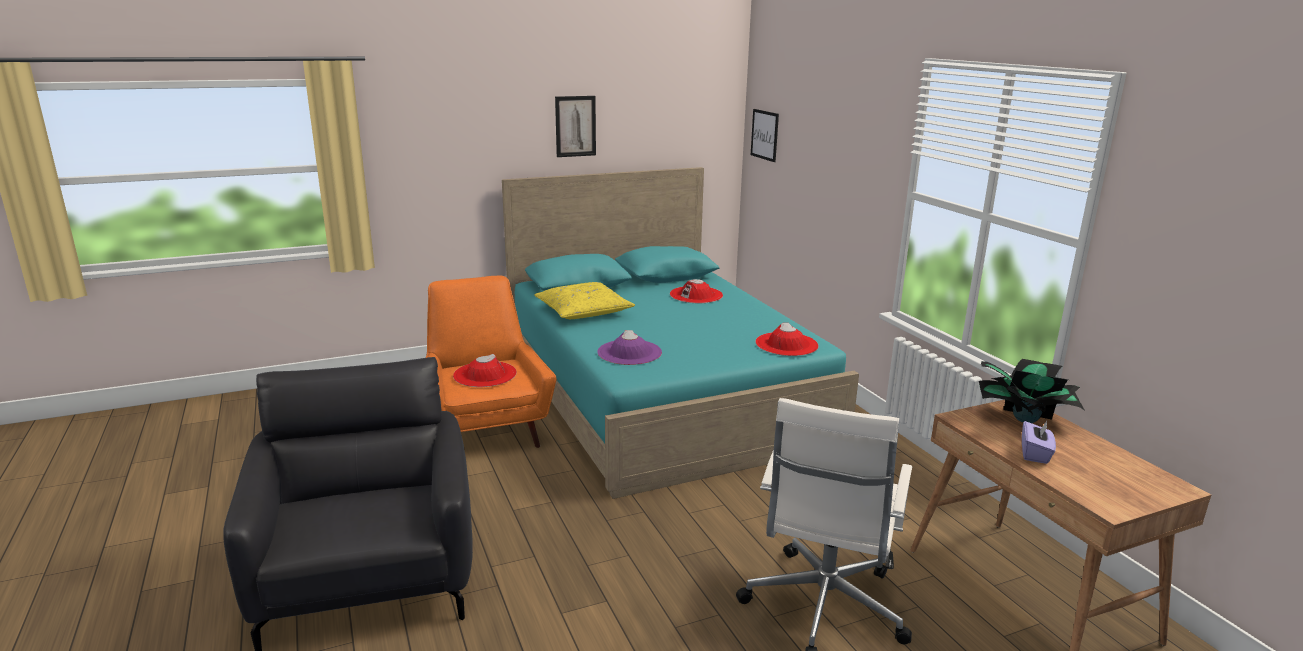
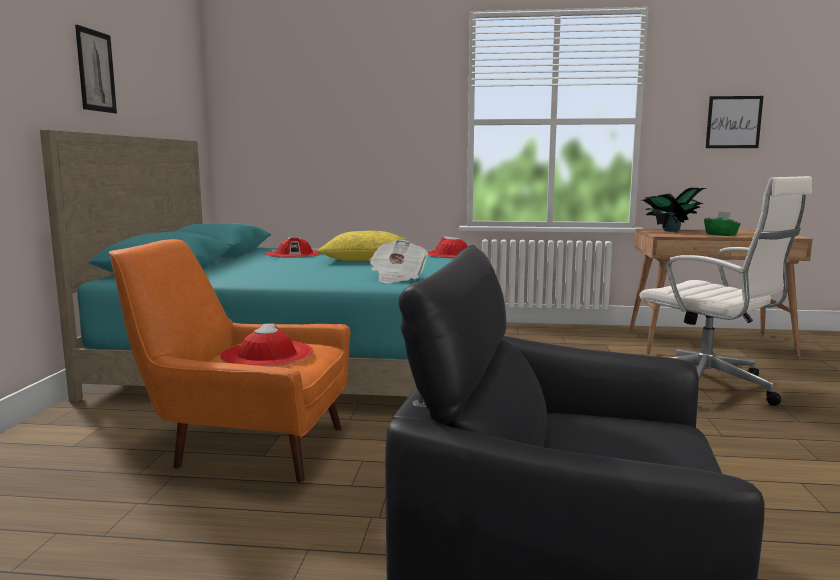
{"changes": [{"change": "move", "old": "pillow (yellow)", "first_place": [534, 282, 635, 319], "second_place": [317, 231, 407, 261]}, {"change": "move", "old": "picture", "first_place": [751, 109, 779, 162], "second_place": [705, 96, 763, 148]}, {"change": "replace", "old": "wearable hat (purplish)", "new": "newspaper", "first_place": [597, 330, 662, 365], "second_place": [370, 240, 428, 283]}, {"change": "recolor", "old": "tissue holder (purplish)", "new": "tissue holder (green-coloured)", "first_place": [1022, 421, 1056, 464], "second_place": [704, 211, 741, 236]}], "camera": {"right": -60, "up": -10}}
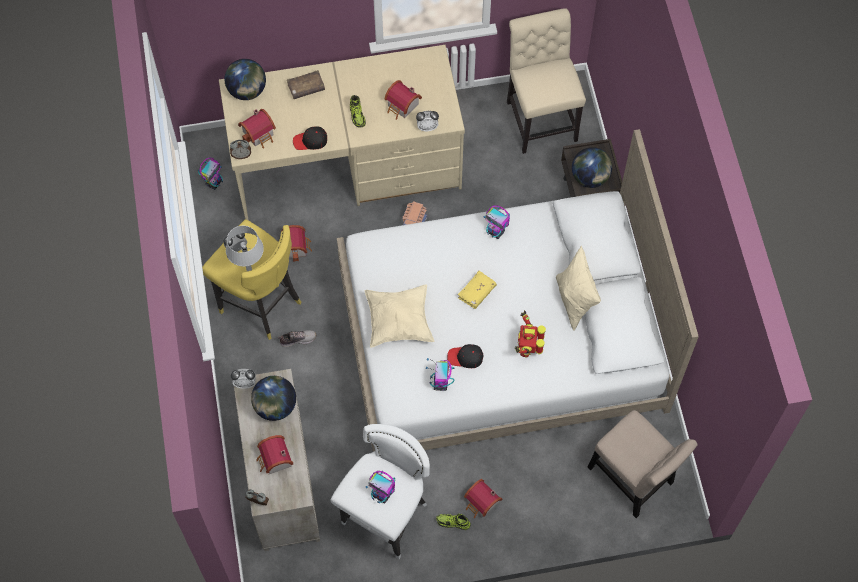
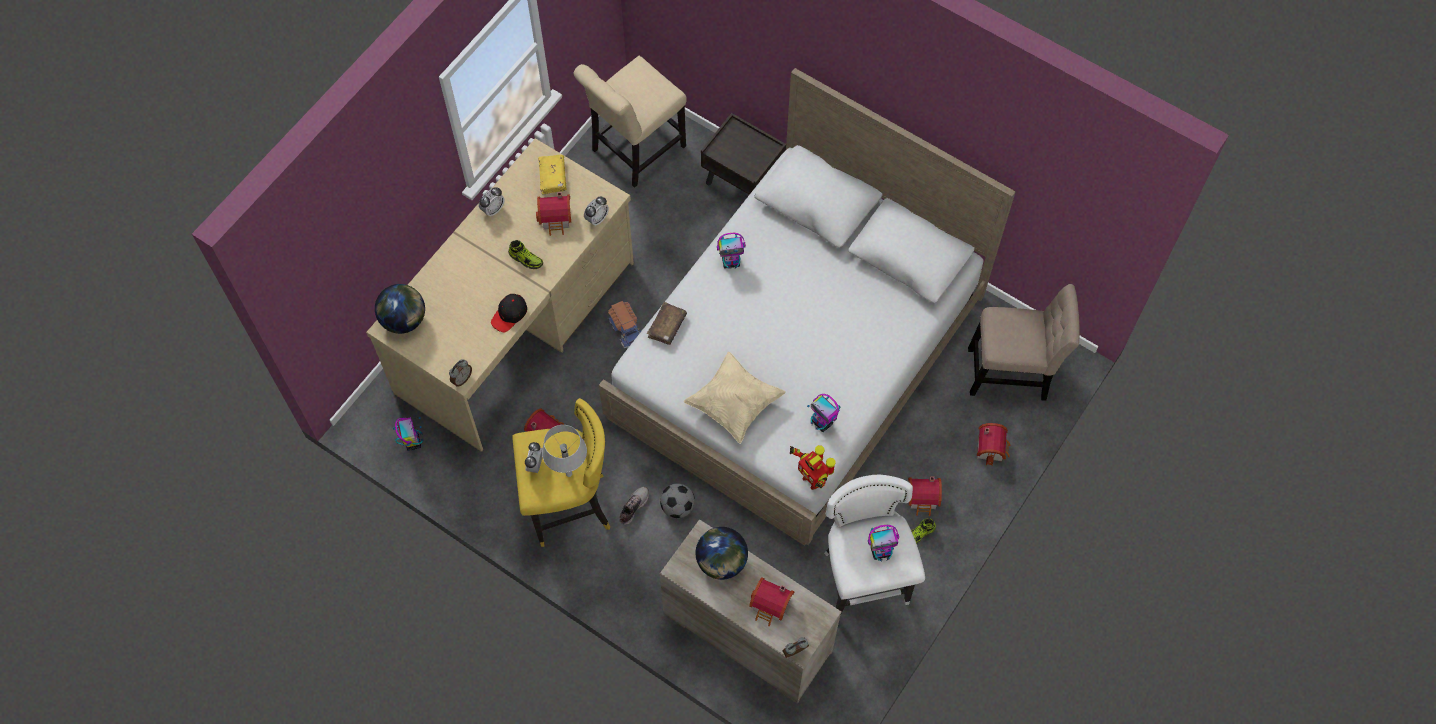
{"changes": [{"change": "delete", "old": "baseball cap (black-coloured)", "first_place": [447, 344, 483, 368]}, {"change": "delete", "old": "pillow (beige)", "first_place": [556, 246, 601, 331]}, {"change": "delete", "old": "globe", "first_place": [572, 147, 612, 188]}, {"change": "insert", "new": "ball for football", "second_place": [660, 483, 695, 518]}, {"change": "move", "old": "bedside clock", "first_place": [231, 369, 256, 389], "second_place": [479, 187, 505, 217]}, {"change": "move", "old": "model house", "first_place": [238, 109, 276, 148], "second_place": [977, 423, 1010, 466]}, {"change": "move", "old": "bound book (brown-coloured)", "first_place": [287, 70, 325, 99], "second_place": [647, 302, 687, 345]}, {"change": "move", "old": "bound book (yellow)", "first_place": [458, 271, 497, 309], "second_place": [538, 155, 567, 195]}, {"change": "move", "old": "model robot", "first_place": [515, 310, 546, 358], "second_place": [790, 445, 836, 490]}, {"change": "rotate", "old": "plain chair (beige)", "first_place": [507, 8, 586, 154], "second_place": [573, 56, 687, 188], "degrees": -75}], "camera": {"right": -45, "up": 0}}
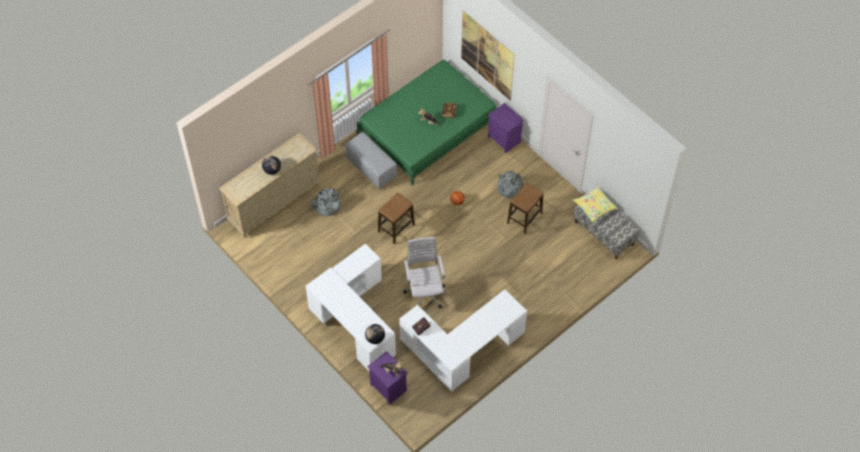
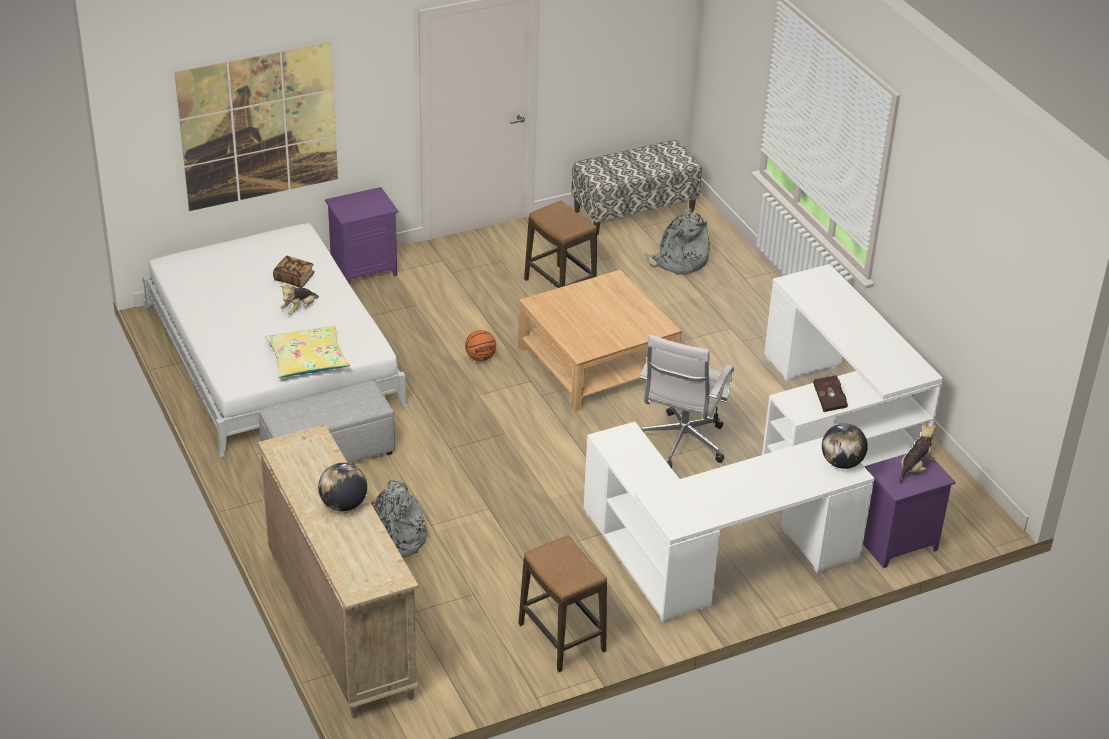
{"changes": [{"change": "insert", "new": "low table (beige)", "second_place": [518, 270, 681, 412]}, {"change": "move", "old": "stool", "first_place": [378, 192, 415, 244], "second_place": [518, 535, 607, 672]}, {"change": "move", "old": "backpack (grey)", "first_place": [497, 171, 524, 198], "second_place": [644, 208, 710, 274]}, {"change": "move", "old": "pillow (yellow)", "first_place": [573, 186, 618, 223], "second_place": [265, 325, 350, 378]}, {"change": "recolor", "old": "sleeping bed (green-coloured)", "new": "sleeping bed (whitish)", "first_place": [356, 60, 496, 186], "second_place": [143, 223, 409, 457]}, {"change": "rotate", "old": "computer chair (whitish)", "first_place": [403, 237, 445, 308], "second_place": [640, 334, 734, 468], "degrees": -75}], "camera": {"right": -75, "up": -20}}
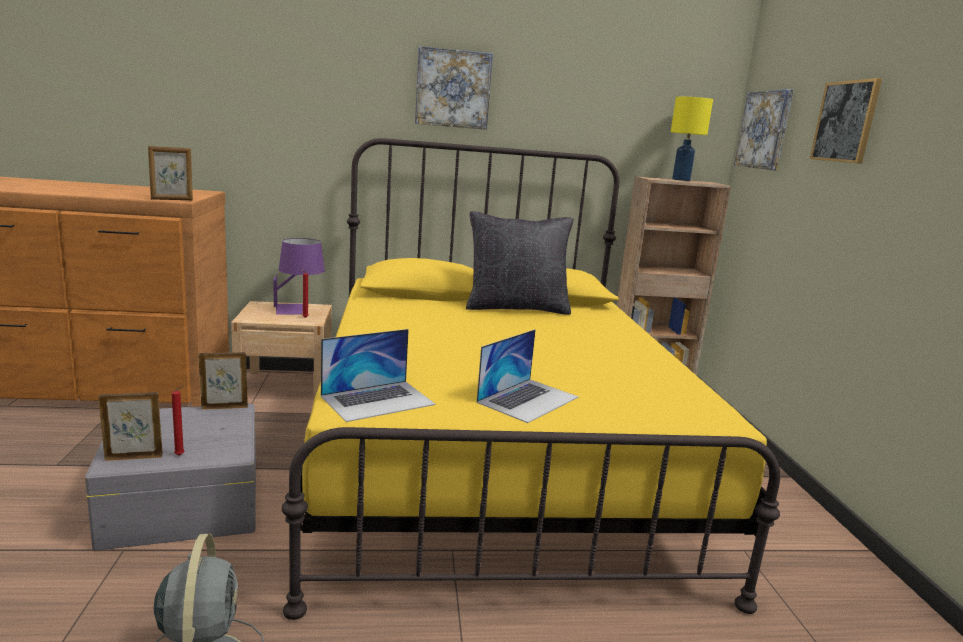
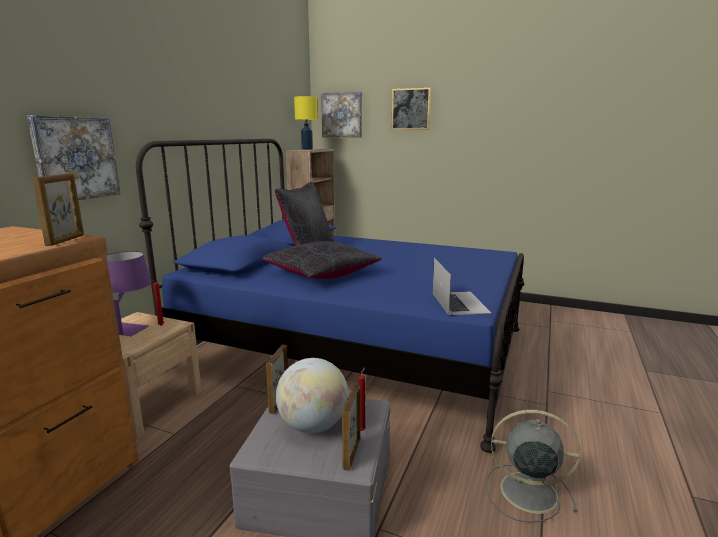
{"changes": [{"change": "delete", "old": "portable computer", "first_place": [476, 329, 579, 423]}, {"change": "insert", "new": "pillow (black-coloured)", "second_place": [261, 241, 382, 279]}, {"change": "insert", "new": "globe", "second_place": [276, 358, 348, 433]}, {"change": "move", "old": "picture", "first_place": [415, 46, 493, 130], "second_place": [27, 115, 120, 200]}, {"change": "recolor", "old": "sleeping bed (yellow)", "new": "sleeping bed (blue)", "first_place": [282, 138, 780, 620], "second_place": [136, 139, 524, 453]}], "camera": {"right": -60, "up": 0}}
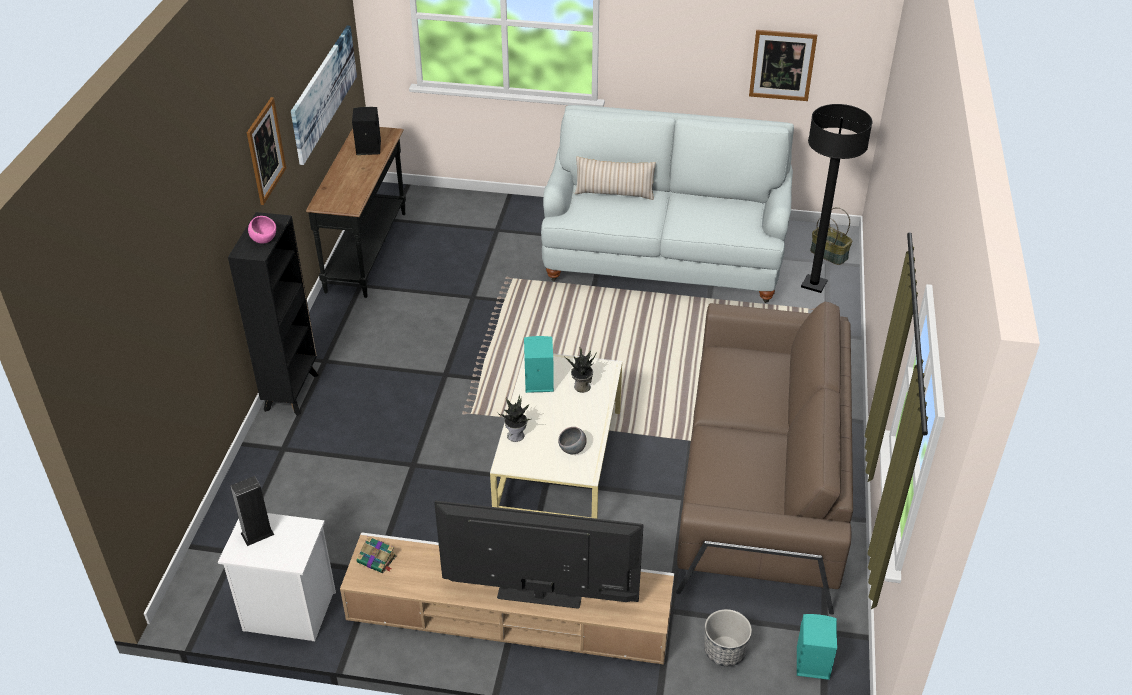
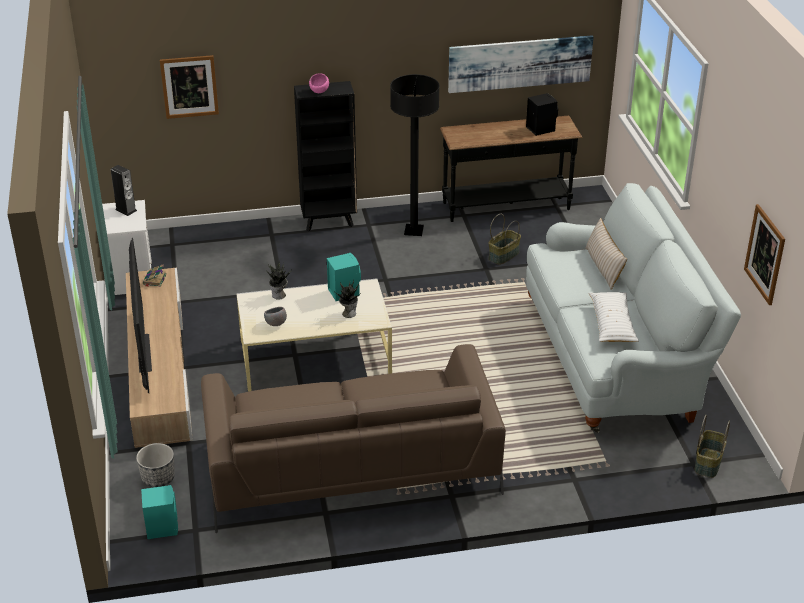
{"changes": [{"change": "insert", "new": "household basket", "second_place": [489, 214, 521, 265]}, {"change": "insert", "new": "pillow (whitish)", "second_place": [589, 292, 639, 342]}, {"change": "move", "old": "picture", "first_place": [247, 97, 286, 205], "second_place": [160, 55, 219, 119]}, {"change": "move", "old": "standard lamp (black-coloured)", "first_place": [801, 104, 873, 293], "second_place": [390, 74, 440, 236]}], "camera": {"right": 70, "up": -5}}
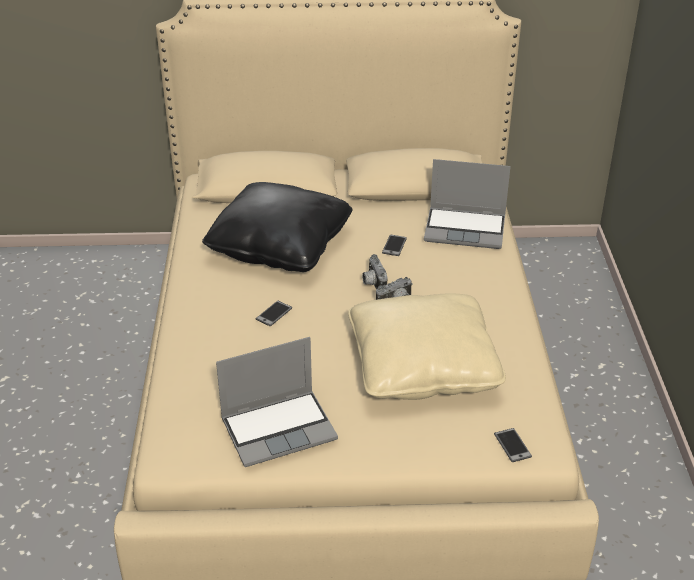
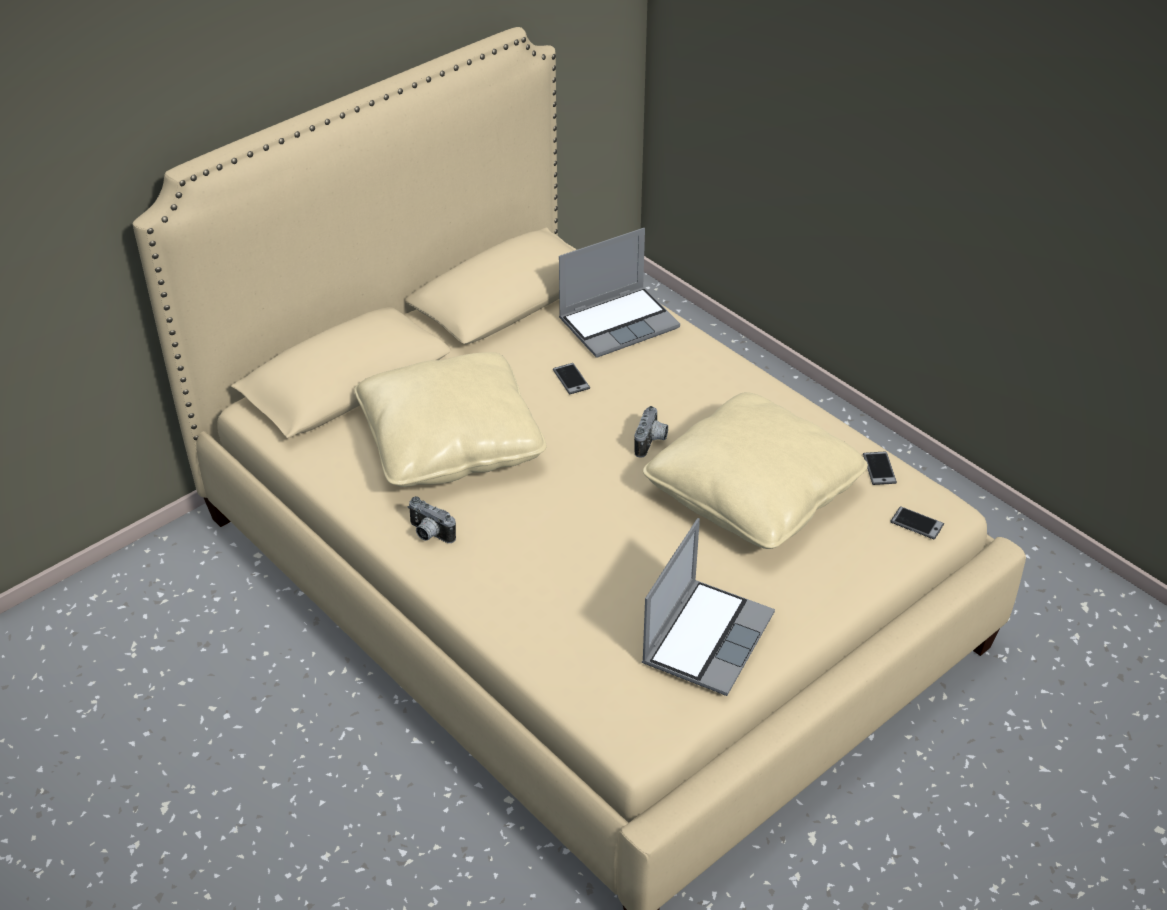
{"changes": [{"change": "move", "old": "telephone", "first_place": [256, 301, 292, 326], "second_place": [863, 451, 897, 485]}, {"change": "move", "old": "photo camera", "first_place": [362, 254, 388, 289], "second_place": [408, 496, 456, 543]}, {"change": "recolor", "old": "pillow (black-coloured)", "new": "pillow (beige)", "first_place": [202, 182, 353, 272], "second_place": [354, 352, 546, 487]}], "camera": {"right": -40, "up": 5}}
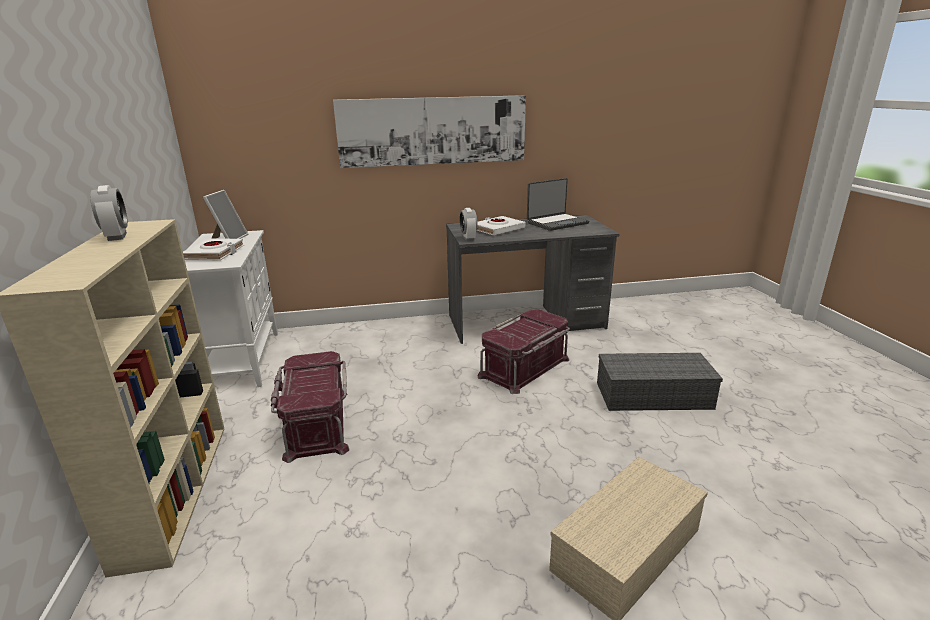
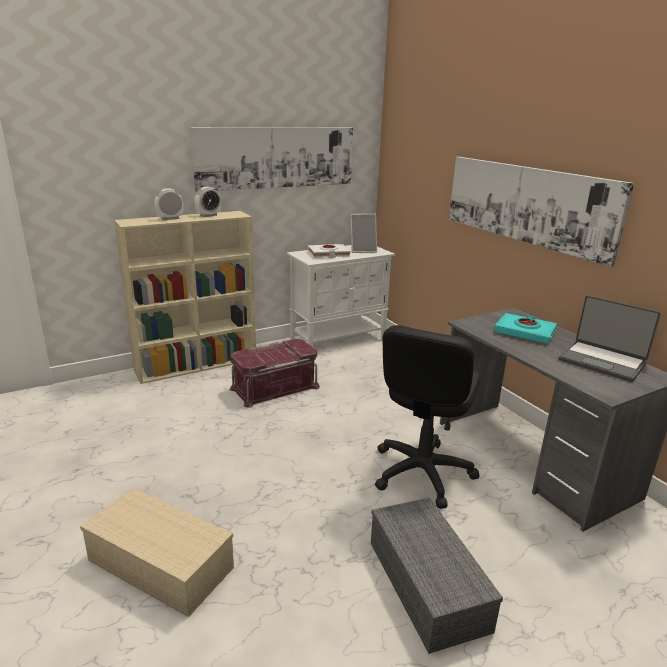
{"changes": [{"change": "insert", "new": "picture", "second_place": [190, 127, 353, 192]}, {"change": "move", "old": "bedside clock", "first_place": [459, 208, 477, 241], "second_place": [155, 189, 183, 220]}, {"change": "replace", "old": "storage box (red-coloured)", "new": "computer chair (black-coloured)", "first_place": [478, 309, 570, 394], "second_place": [375, 325, 481, 509]}, {"change": "recolor", "old": "bound book (whitish)", "new": "bound book (turquoise-coloured)", "first_place": [477, 216, 525, 235], "second_place": [494, 313, 557, 344]}], "camera": {"right": 70, "up": 0}}
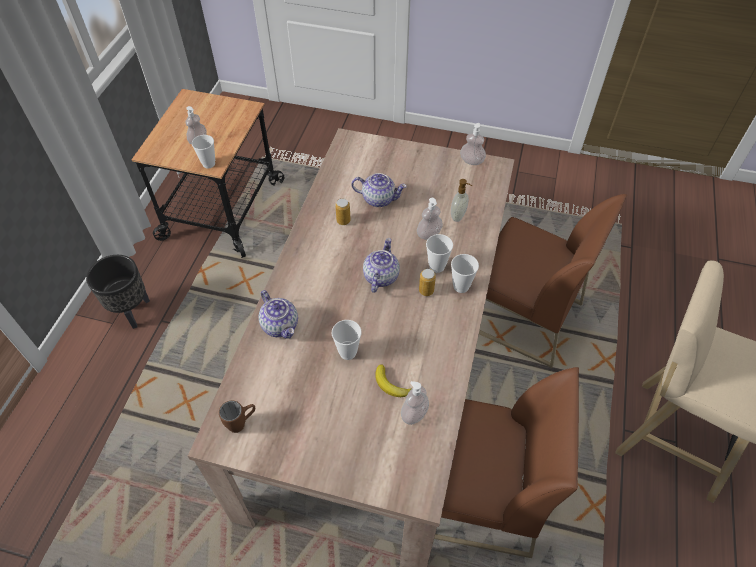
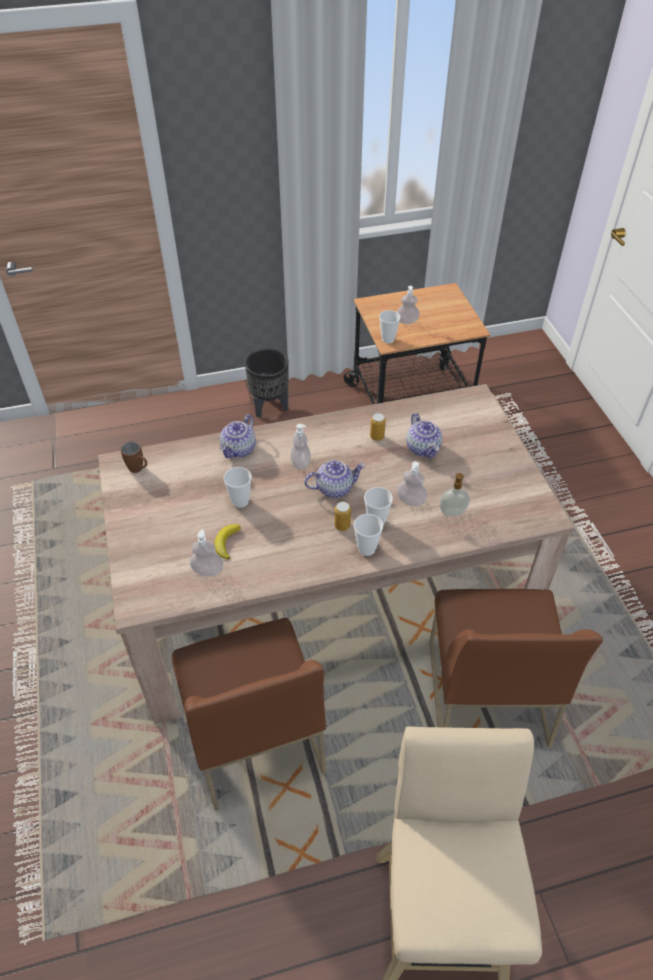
{"changes": [{"change": "move", "old": "soap bottle", "first_place": [460, 123, 486, 165], "second_place": [290, 424, 311, 469]}], "camera": {"right": 60, "up": -5}}
